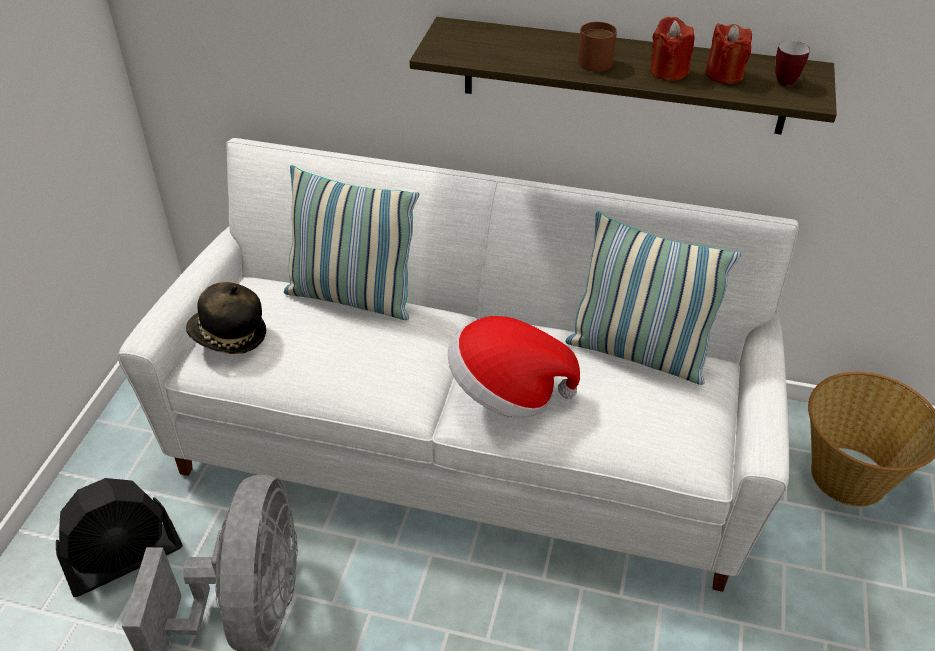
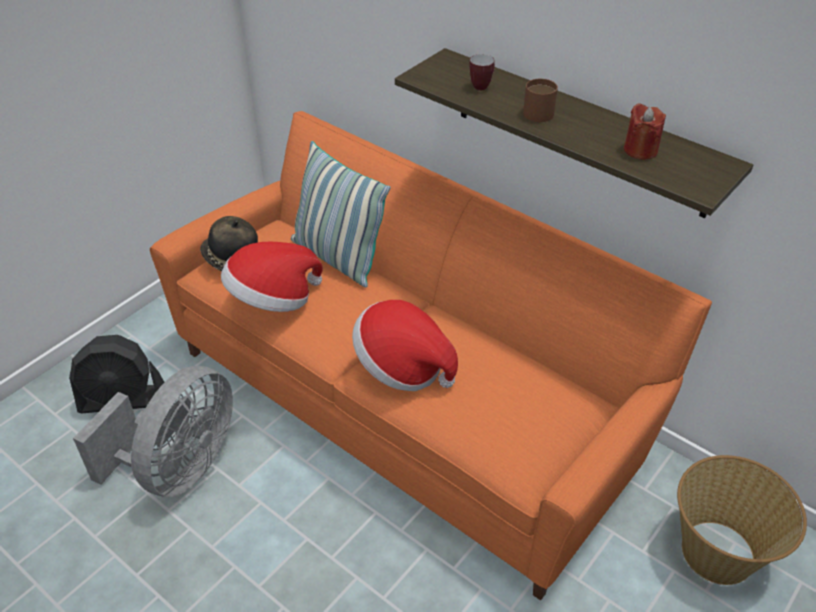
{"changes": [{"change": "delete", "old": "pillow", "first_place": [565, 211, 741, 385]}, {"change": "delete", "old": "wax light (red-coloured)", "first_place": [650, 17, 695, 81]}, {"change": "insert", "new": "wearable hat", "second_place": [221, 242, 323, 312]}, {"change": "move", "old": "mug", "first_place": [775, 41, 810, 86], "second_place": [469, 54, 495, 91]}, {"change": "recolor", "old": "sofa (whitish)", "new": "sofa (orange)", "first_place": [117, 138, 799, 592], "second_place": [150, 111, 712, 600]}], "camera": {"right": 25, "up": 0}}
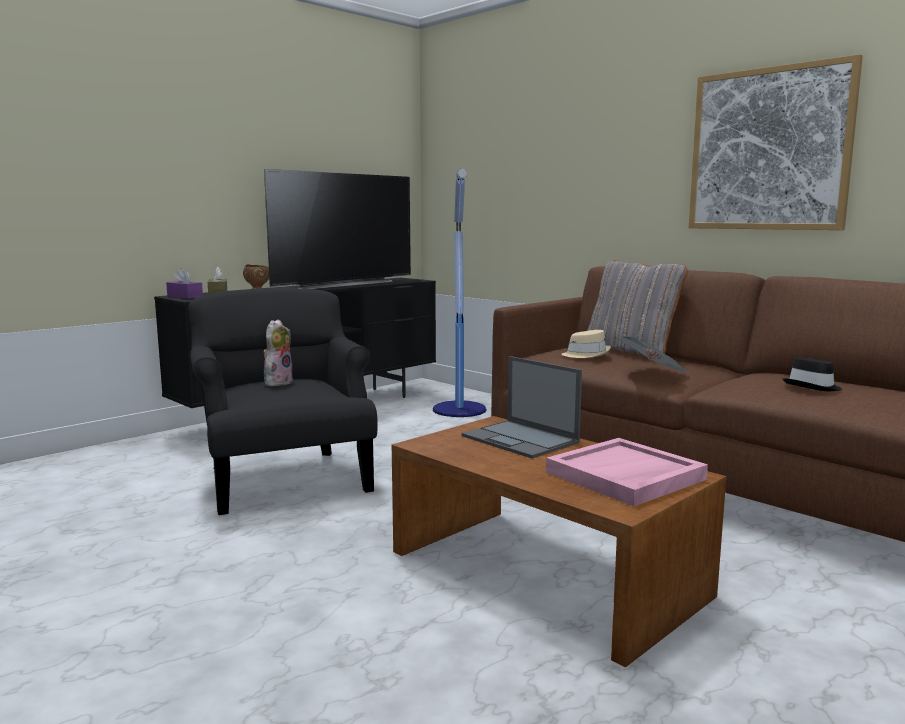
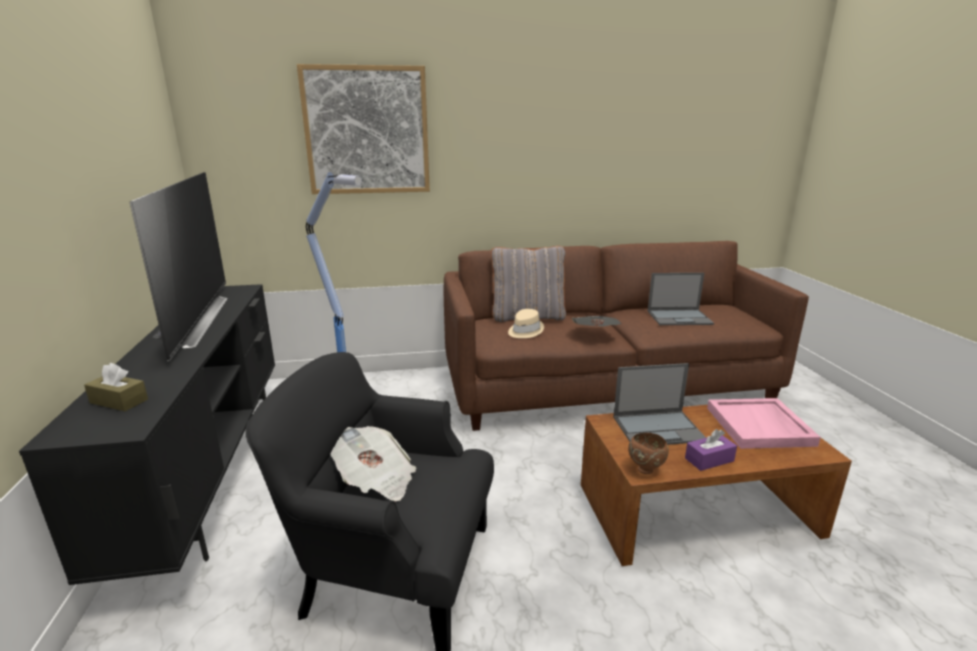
{"changes": [{"change": "move", "old": "tissue holder (purplish)", "first_place": [166, 268, 203, 299], "second_place": [685, 429, 737, 471]}, {"change": "move", "old": "bowl (brown-coloured)", "first_place": [243, 264, 269, 289], "second_place": [628, 433, 669, 474]}, {"change": "move", "old": "picture", "first_place": [689, 54, 863, 230], "second_place": [297, 64, 430, 194]}, {"change": "replace", "old": "cuddly toy", "new": "newspaper", "first_place": [264, 319, 293, 386], "second_place": [331, 426, 416, 501]}, {"change": "replace", "old": "wearable hat (black-coloured)", "new": "portable computer", "first_place": [783, 357, 842, 391], "second_place": [647, 273, 714, 325]}], "camera": {"right": -55, "up": 10}}
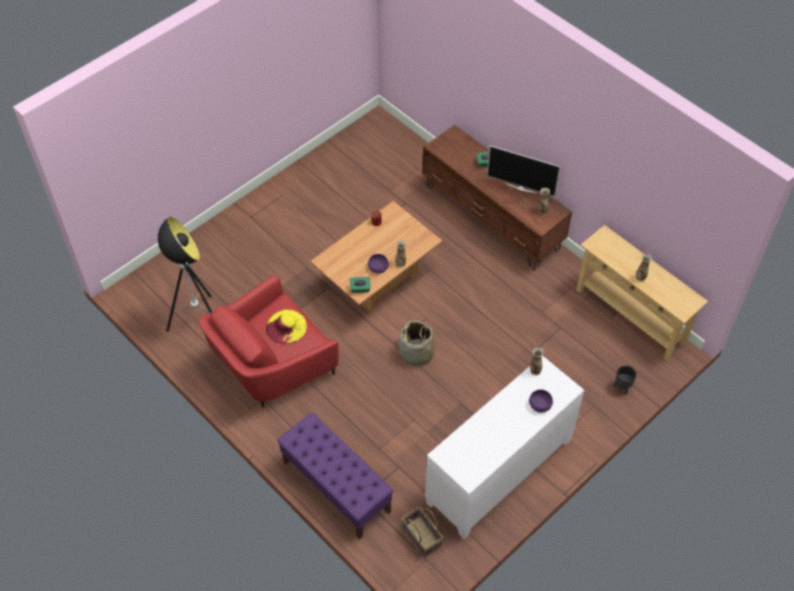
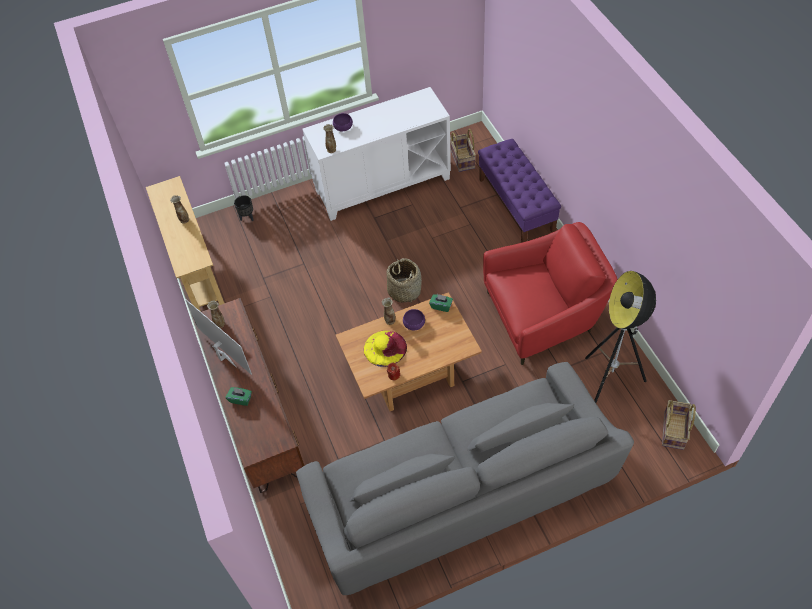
{"changes": [{"change": "insert", "new": "sofa (grey)", "second_place": [296, 362, 634, 595]}, {"change": "insert", "new": "household basket", "second_place": [662, 400, 696, 450]}, {"change": "move", "old": "wearable hat (yellow)", "first_place": [266, 310, 307, 344], "second_place": [364, 330, 407, 367]}], "camera": {"right": -155, "up": 0}}
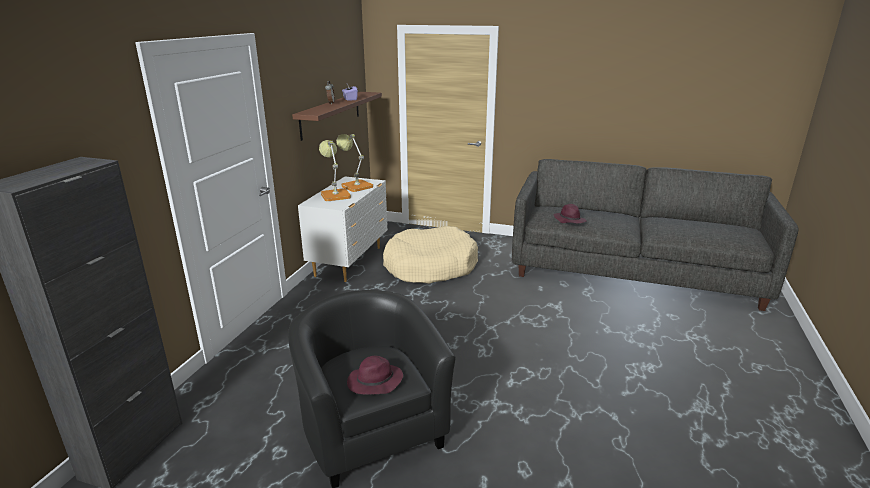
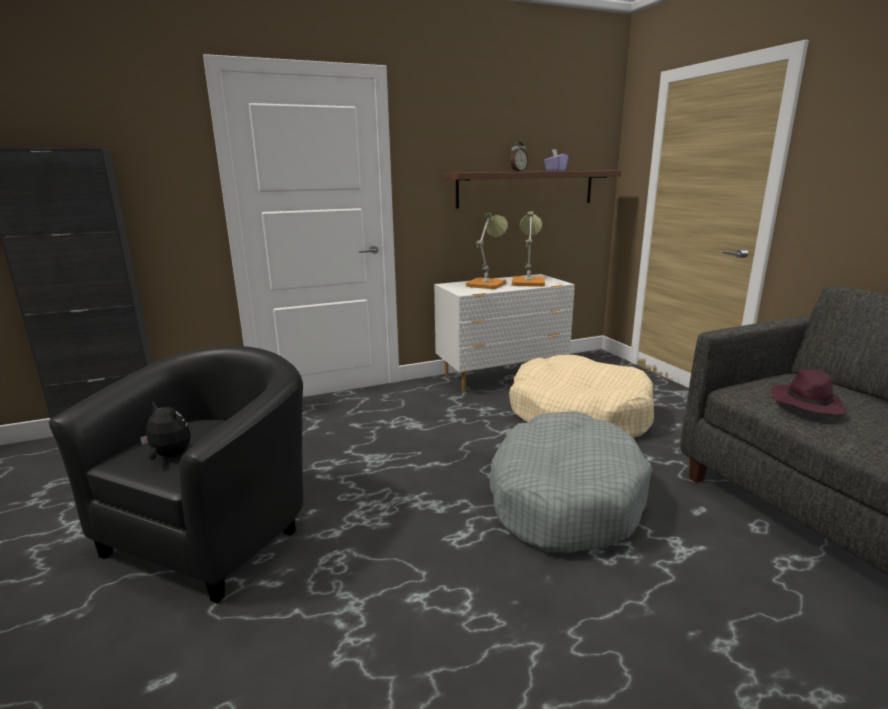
{"changes": [{"change": "insert", "new": "dog cushion (grey)", "second_place": [489, 411, 652, 553]}, {"change": "replace", "old": "wearable hat (purplish)", "new": "cuddly toy", "first_place": [347, 356, 403, 394], "second_place": [140, 402, 191, 460]}], "camera": {"right": 50, "up": -5}}
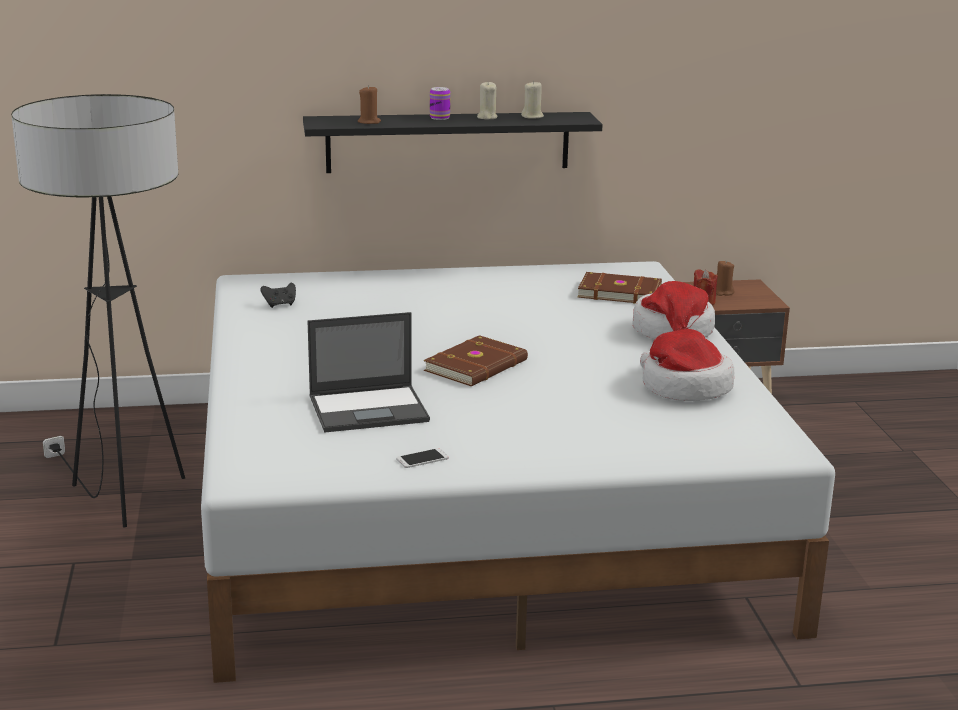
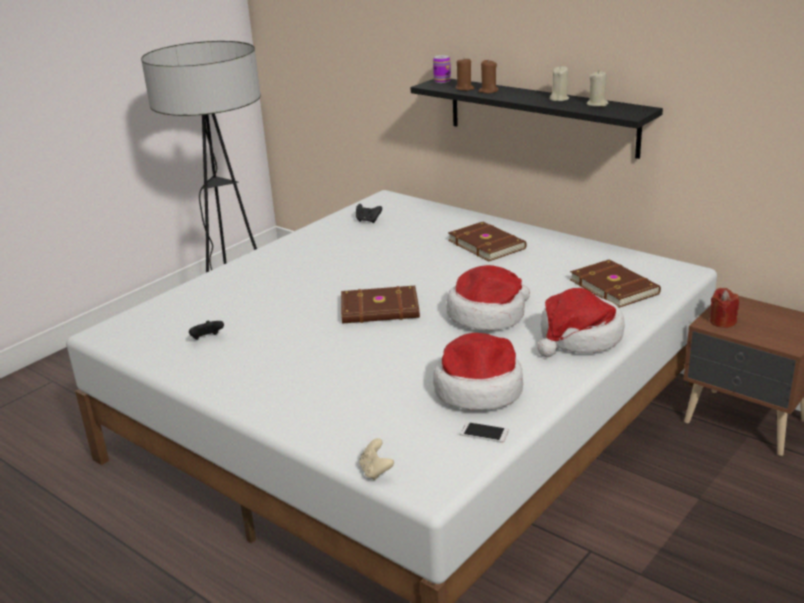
{"changes": [{"change": "delete", "old": "portable computer", "first_place": [307, 312, 430, 433]}, {"change": "insert", "new": "joypad (black-coloured)", "second_place": [189, 320, 224, 340]}, {"change": "insert", "new": "joypad (beige)", "second_place": [359, 438, 394, 480]}, {"change": "insert", "new": "wearable hat", "second_place": [447, 265, 530, 330]}, {"change": "insert", "new": "bound book (brown-coloured)", "second_place": [448, 222, 527, 261]}, {"change": "move", "old": "telephone", "first_place": [396, 448, 449, 468], "second_place": [460, 422, 509, 443]}, {"change": "move", "old": "can", "first_place": [430, 87, 450, 120], "second_place": [433, 55, 451, 83]}, {"change": "move", "old": "wax light (brown-coloured)", "first_place": [716, 260, 734, 296], "second_place": [478, 59, 499, 93]}], "camera": {"right": 50, "up": 5}}
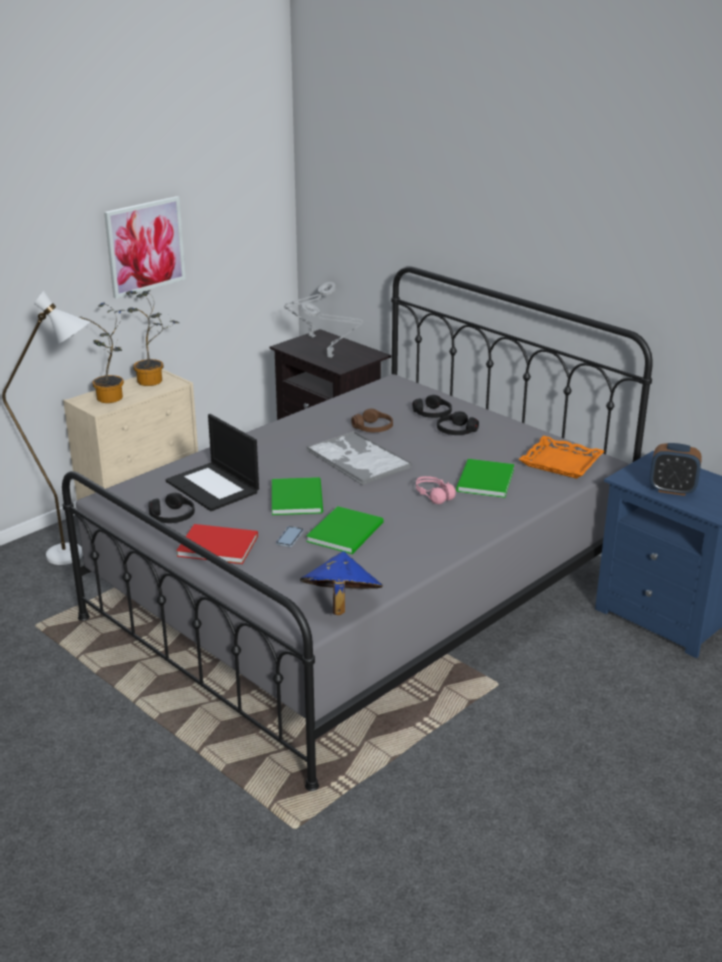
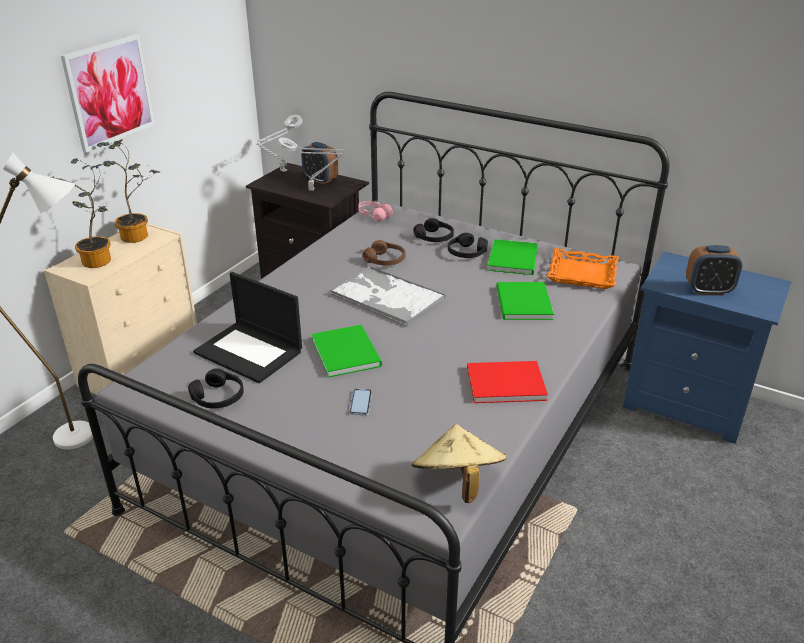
{"changes": [{"change": "insert", "new": "bedside clock", "second_place": [301, 142, 338, 184]}, {"change": "move", "old": "bound book (red-coloured)", "first_place": [176, 524, 258, 564], "second_place": [467, 361, 548, 403]}, {"change": "move", "old": "bound book (green-coloured)", "first_place": [306, 506, 384, 554], "second_place": [487, 239, 538, 275]}, {"change": "move", "old": "headset (pinkish)", "first_place": [416, 476, 456, 504], "second_place": [358, 201, 393, 222]}, {"change": "recolor", "old": "wearable hat (blue)", "new": "wearable hat (beige)", "first_place": [300, 551, 383, 615], "second_place": [412, 424, 506, 503]}], "camera": {"right": -15, "up": 5}}
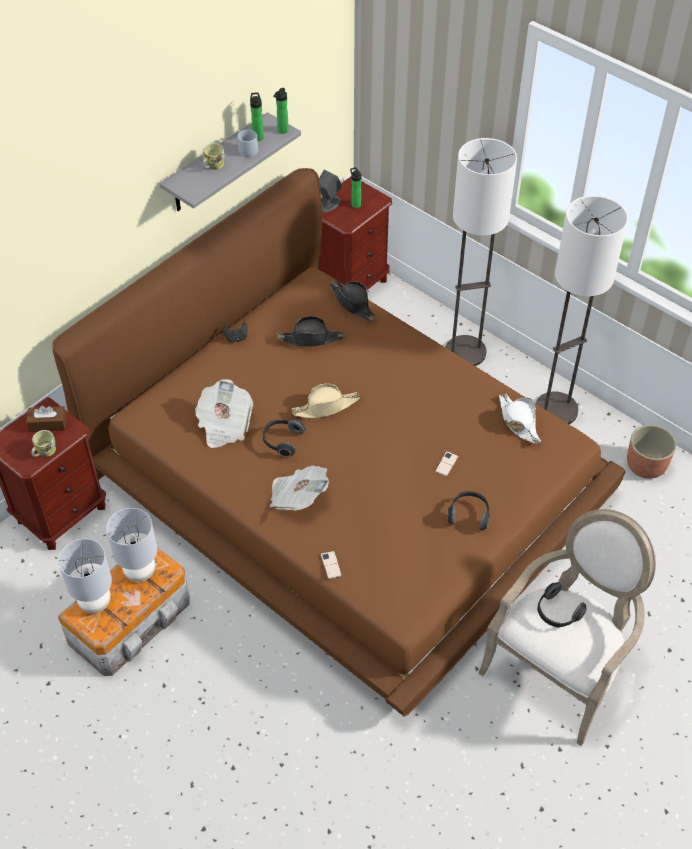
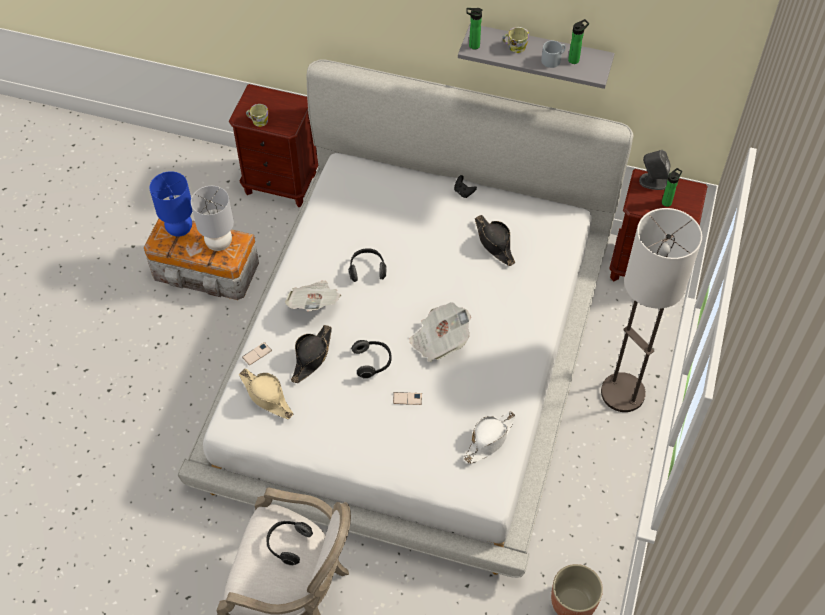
{"changes": [{"change": "delete", "old": "tissue holder (brown-coloured)", "first_place": [26, 405, 67, 432]}, {"change": "delete", "old": "standard lamp", "first_place": [536, 195, 628, 424]}, {"change": "move", "old": "newspaper", "first_place": [195, 379, 253, 448], "second_place": [409, 302, 471, 362]}, {"change": "move", "old": "bottle", "first_place": [273, 88, 289, 134], "second_place": [467, 8, 483, 50]}, {"change": "move", "old": "wearable hat (beige)", "first_place": [292, 383, 360, 418], "second_place": [239, 368, 293, 419]}, {"change": "move", "old": "wearable hat (black-coloured)", "first_place": [329, 279, 376, 322], "second_place": [291, 325, 332, 383]}, {"change": "move", "old": "headset", "first_place": [447, 491, 491, 531], "second_place": [351, 340, 392, 379]}, {"change": "recolor", "old": "sleeping bed (brown-coloured)", "new": "sleeping bed (whitish)", "first_place": [53, 168, 626, 717], "second_place": [177, 59, 633, 578]}, {"change": "recolor", "old": "tabletop lamp (grey)", "new": "tabletop lamp (blue)", "first_place": [58, 539, 112, 613], "second_place": [149, 171, 192, 237]}], "camera": {"right": 65, "up": 5}}
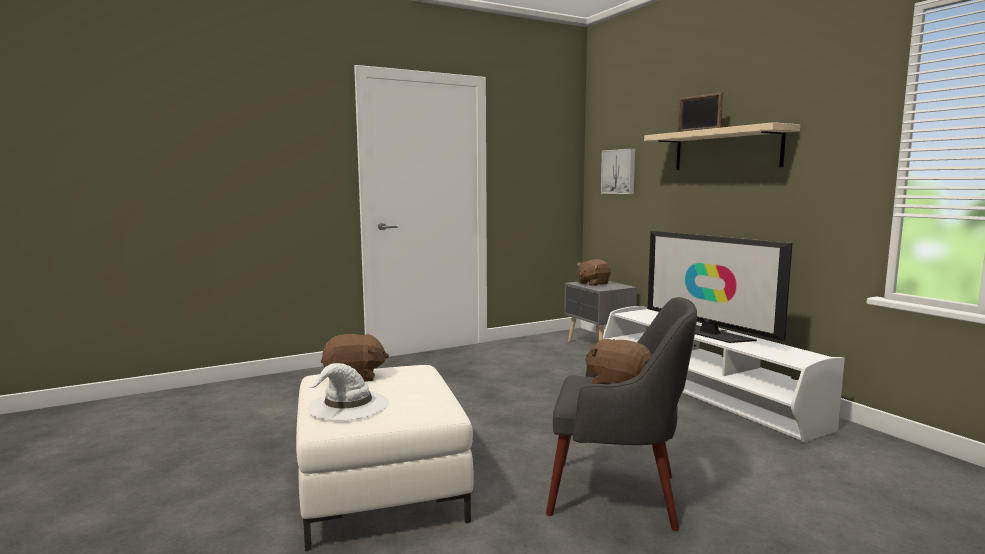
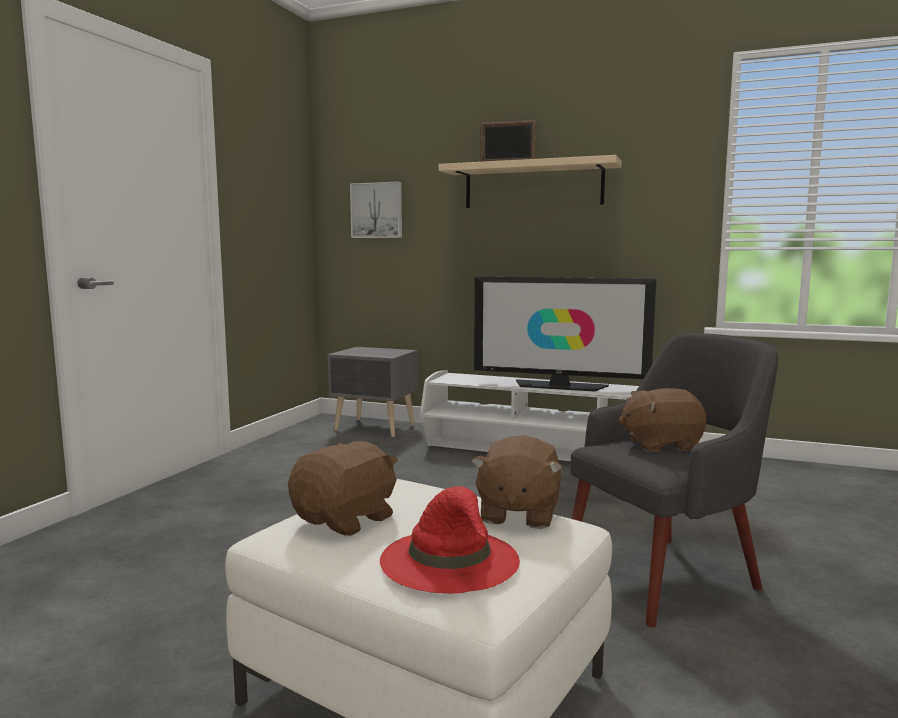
{"changes": [{"change": "move", "old": "cuddly toy (brown-coloured)", "first_place": [577, 259, 611, 286], "second_place": [471, 435, 563, 529]}, {"change": "recolor", "old": "wearable hat (whitish)", "new": "wearable hat (red-coloured)", "first_place": [307, 363, 389, 421], "second_place": [380, 486, 520, 593]}], "camera": {"right": -40, "up": 0}}
